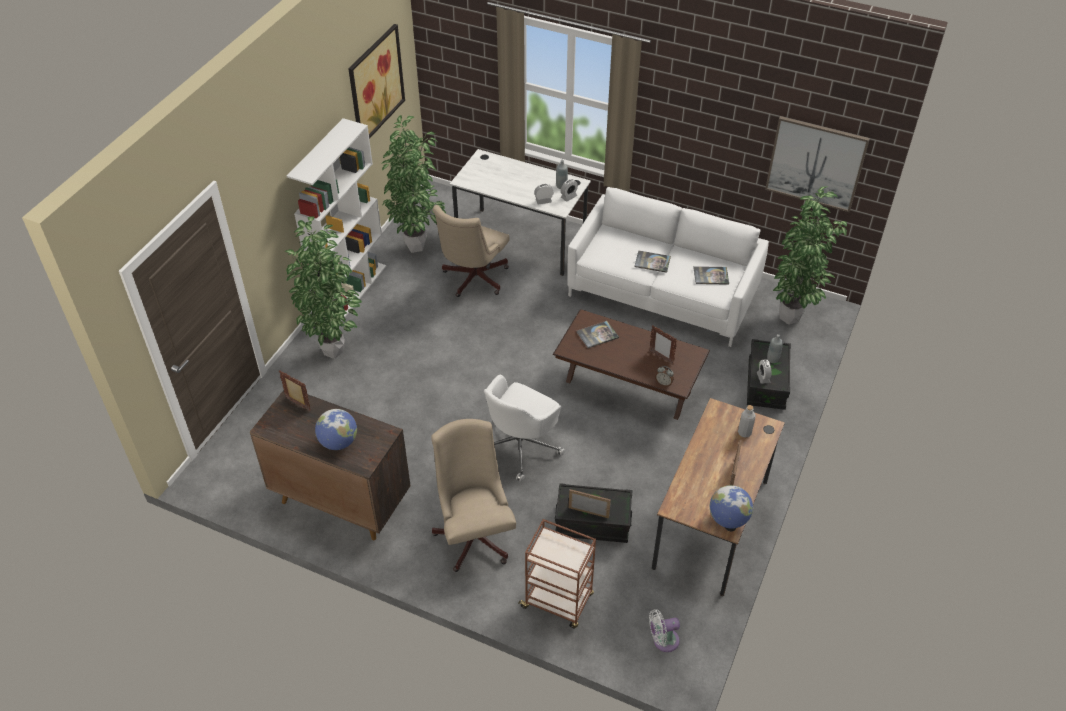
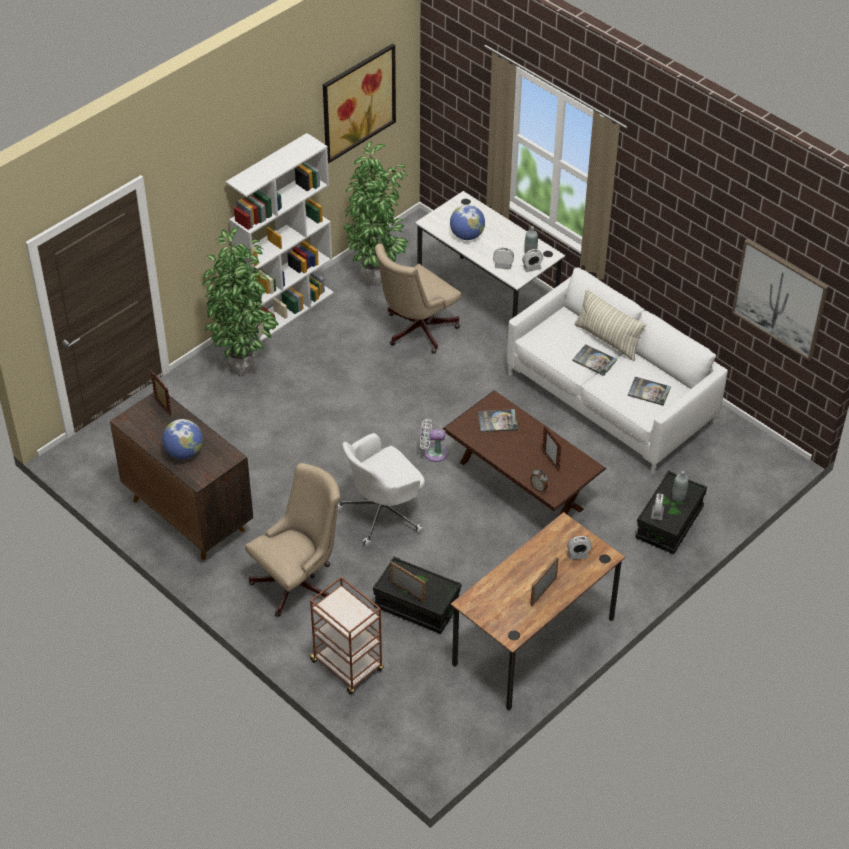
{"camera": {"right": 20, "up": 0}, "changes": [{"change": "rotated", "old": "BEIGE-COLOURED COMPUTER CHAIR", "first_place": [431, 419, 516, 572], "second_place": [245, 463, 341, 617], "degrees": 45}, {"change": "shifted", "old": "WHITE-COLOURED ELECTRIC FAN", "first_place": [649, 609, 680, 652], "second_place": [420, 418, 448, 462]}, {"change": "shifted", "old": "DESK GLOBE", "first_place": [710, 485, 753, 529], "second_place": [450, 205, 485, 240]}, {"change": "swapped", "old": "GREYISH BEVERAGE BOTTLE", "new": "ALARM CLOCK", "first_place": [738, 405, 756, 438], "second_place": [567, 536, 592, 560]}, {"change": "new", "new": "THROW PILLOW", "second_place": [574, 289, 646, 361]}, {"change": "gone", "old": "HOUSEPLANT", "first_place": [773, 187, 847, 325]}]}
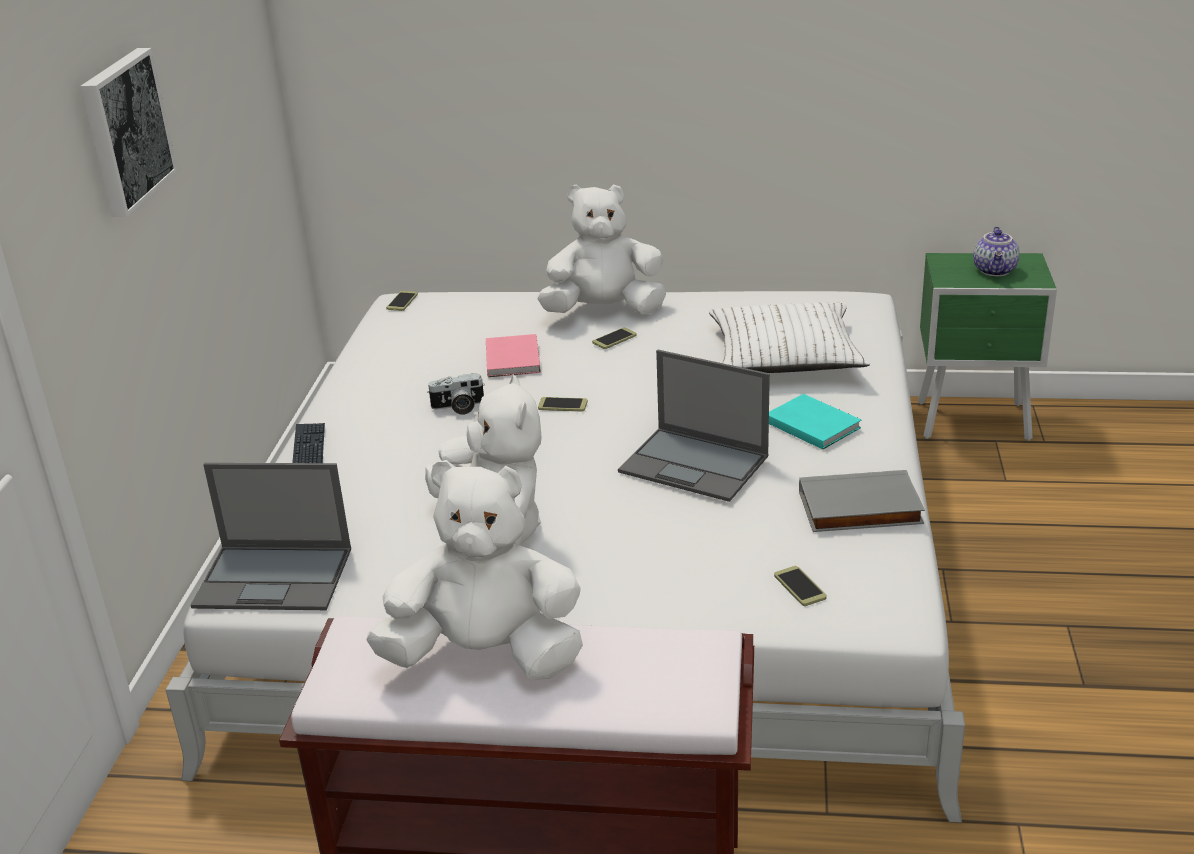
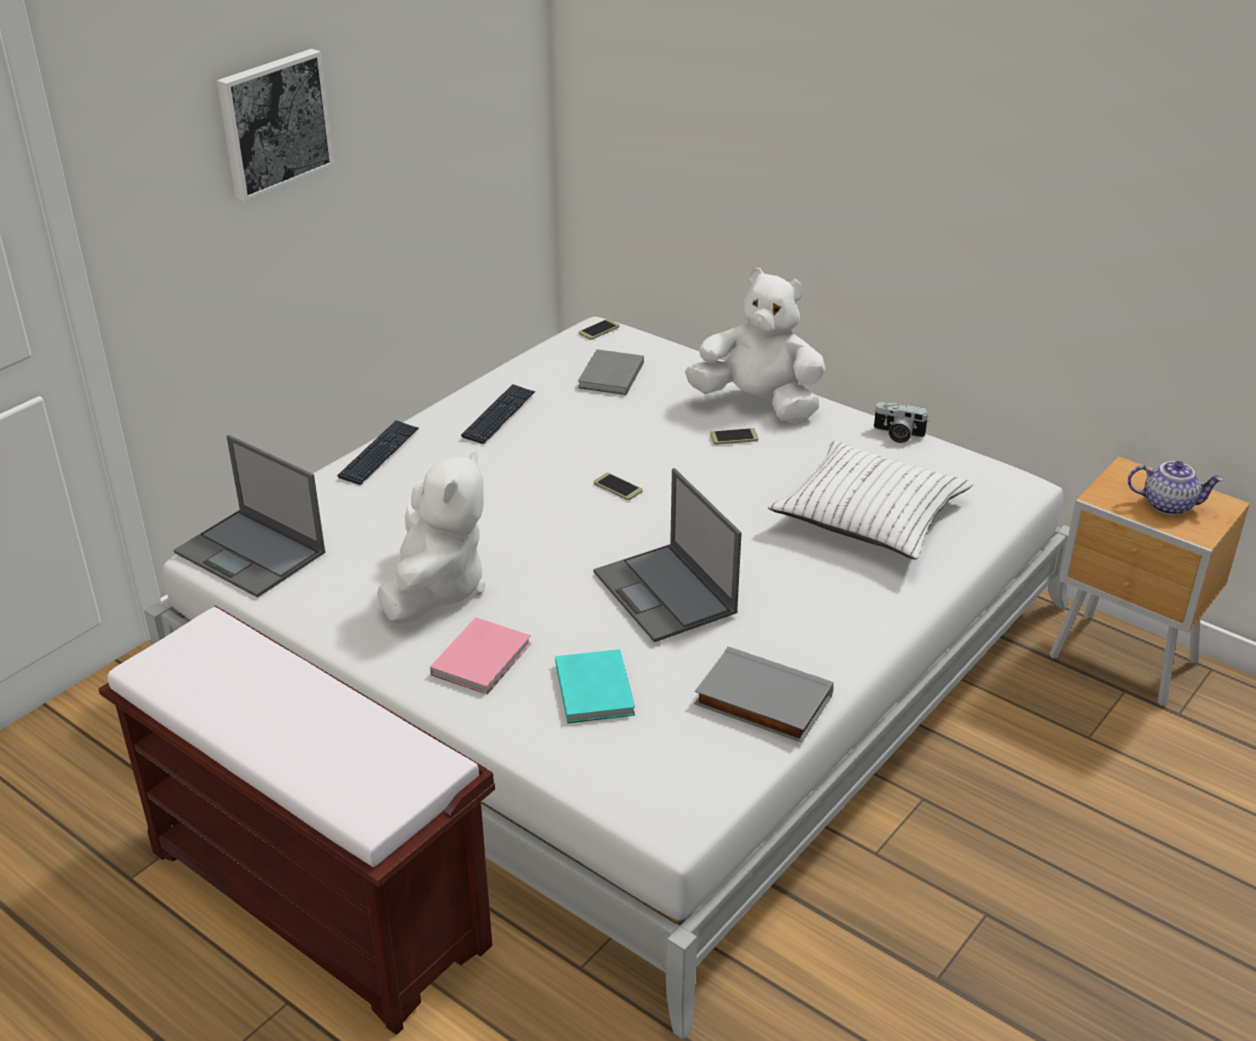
{"camera": {"right": 30, "up": 5}, "changes": [{"change": "shifted", "old": "PINK-COLOURED BOUND BOOK", "first_place": [486, 334, 541, 377], "second_place": [430, 617, 531, 695]}, {"change": "new", "new": "COMPUTER KEYBOARD", "second_place": [461, 384, 536, 444]}, {"change": "shifted", "old": "TURQUOISE-COLOURED BOUND BOOK", "first_place": [769, 394, 861, 450], "second_place": [555, 649, 635, 723]}, {"change": "new", "new": "GREYISH BOUND BOOK", "second_place": [578, 349, 644, 395]}, {"change": "shifted", "old": "PHOTO CAMERA", "first_place": [427, 373, 485, 415], "second_place": [873, 402, 929, 443]}, {"change": "repainted", "old": "GREEN-COLOURED NIGHTSTAND", "new": "BROWNISH NIGHTSTAND", "first_place": [918, 253, 1057, 441], "second_place": [1050, 456, 1250, 706]}, {"change": "rotated", "old": "POT FOR TEA", "first_place": [973, 227, 1020, 276], "second_place": [1128, 461, 1223, 515], "degrees": -120}, {"change": "gone", "old": "WHITE-COLOURED CUDDLY TOY", "first_place": [366, 460, 583, 680]}, {"change": "gone", "old": "HANDSET", "first_place": [774, 566, 827, 606]}]}
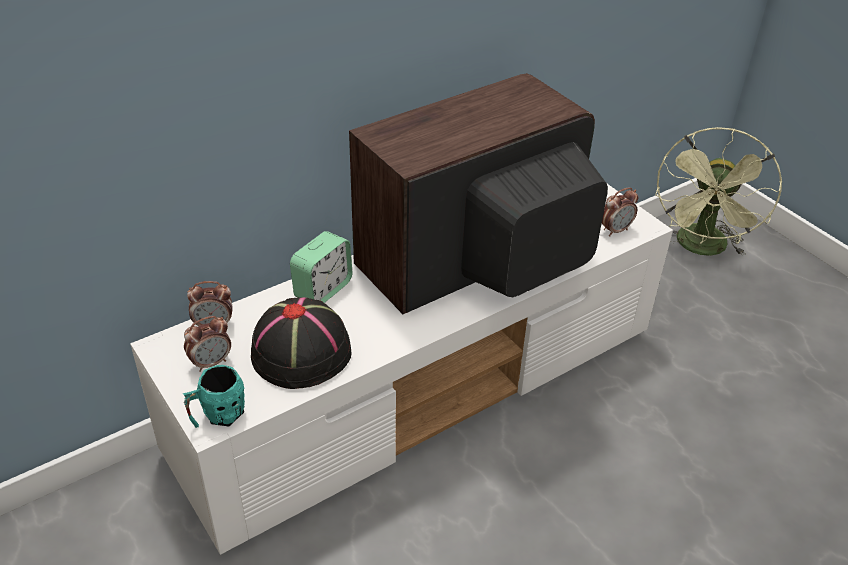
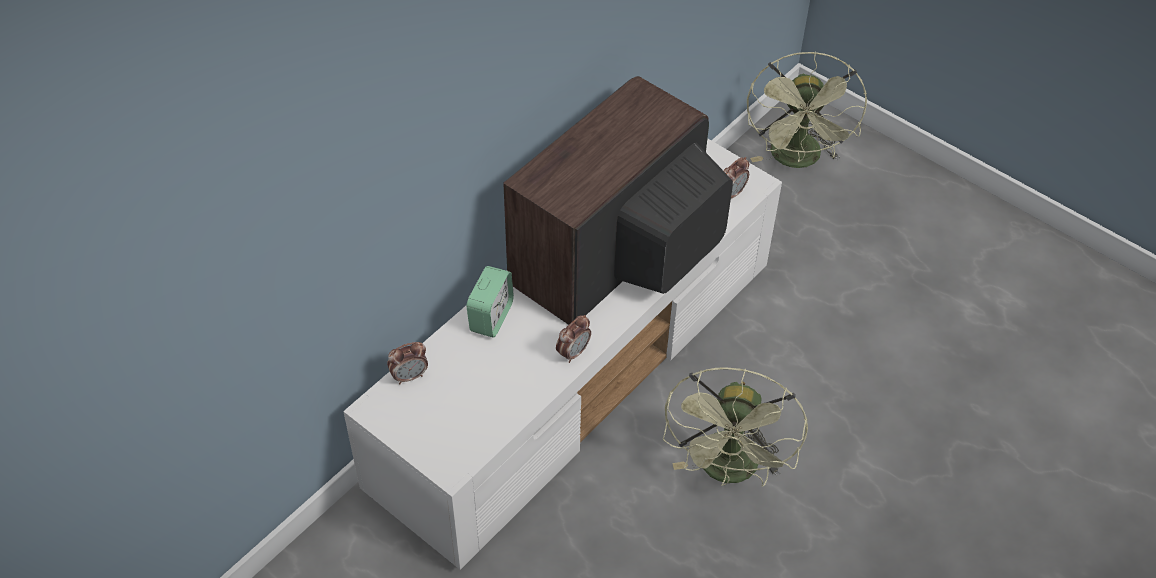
{"camera": {"right": -15, "up": 10}, "changes": [{"change": "shifted", "old": "ALARM CLOCK", "first_place": [184, 316, 231, 372], "second_place": [556, 315, 591, 363]}, {"change": "new", "new": "GREEN-COLOURED ELECTRIC FAN", "second_place": [663, 368, 808, 487]}, {"change": "gone", "old": "TURQUOISE-COLOURED TEA MUG", "first_place": [182, 365, 245, 428]}, {"change": "gone", "old": "BLACKISH HAT", "first_place": [251, 297, 351, 389]}]}
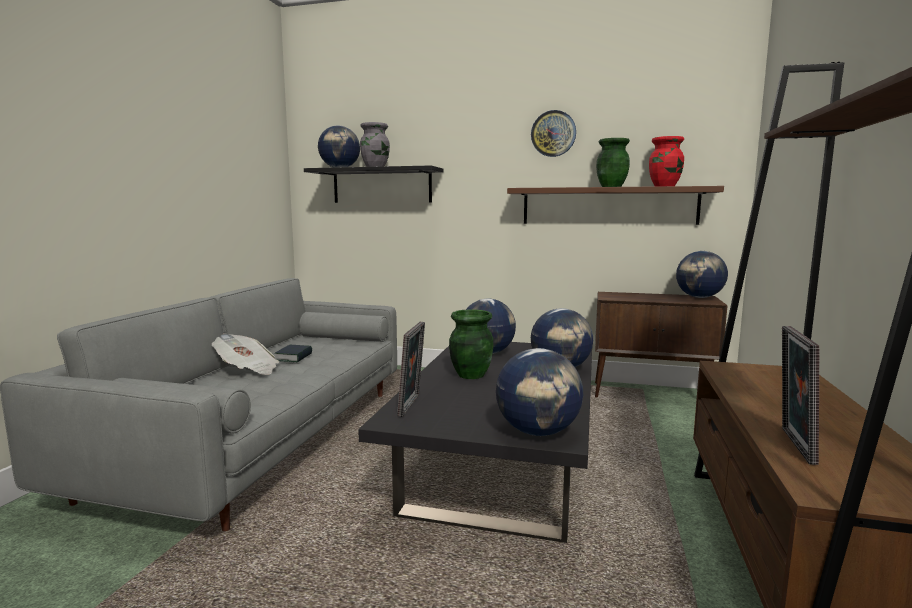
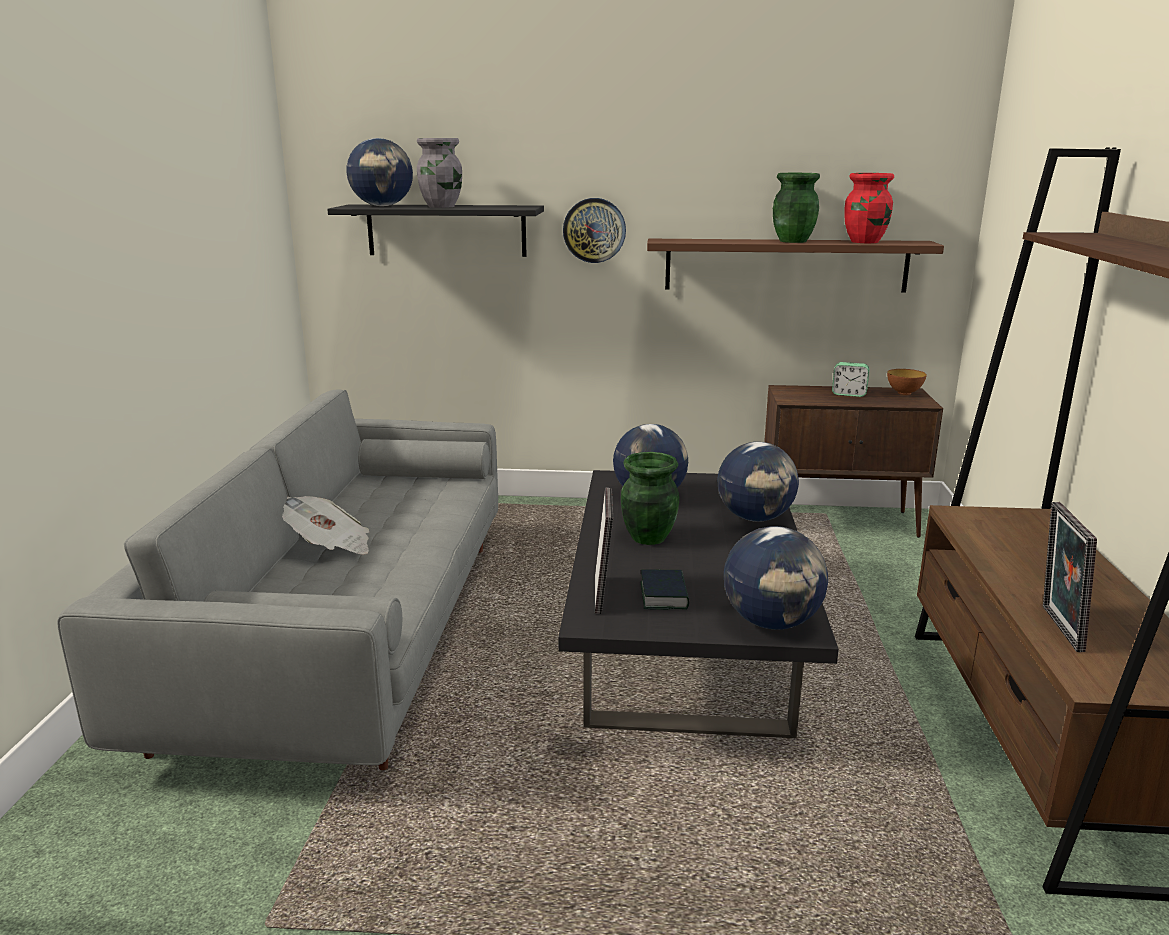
{"camera": {"right": -10, "up": 10}, "changes": [{"change": "shifted", "old": "WALL CLOCK", "first_place": [531, 110, 576, 157], "second_place": [563, 198, 626, 263]}, {"change": "shifted", "old": "BOUND BOOK", "first_place": [275, 345, 312, 362], "second_place": [641, 569, 689, 610]}, {"change": "new", "new": "ALARM CLOCK", "second_place": [832, 362, 869, 397]}, {"change": "swapped", "old": "DESK GLOBE", "new": "BOWL", "first_place": [676, 251, 728, 298], "second_place": [887, 369, 927, 395]}]}
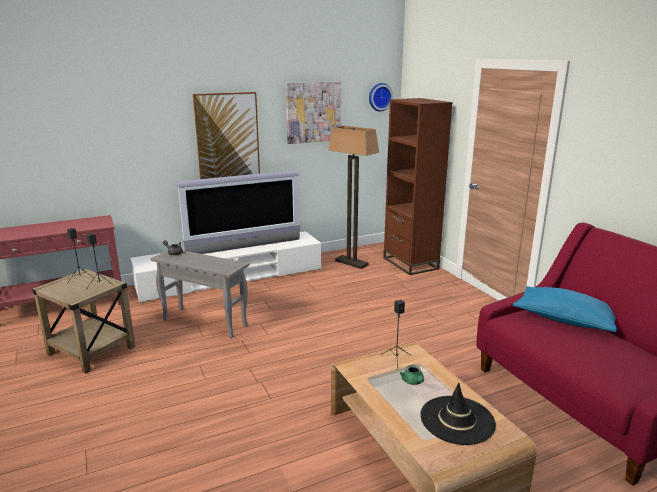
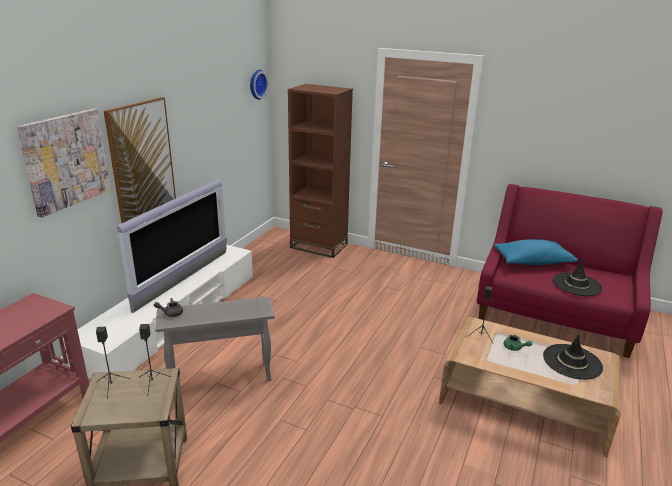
{"camera": {"right": -40, "up": 5}, "changes": [{"change": "shifted", "old": "PICTURE", "first_place": [286, 81, 341, 144], "second_place": [17, 109, 111, 217]}, {"change": "new", "new": "BLACKISH HAT", "second_place": [553, 259, 602, 296]}, {"change": "gone", "old": "FLOOR LAMP", "first_place": [328, 126, 379, 269]}]}
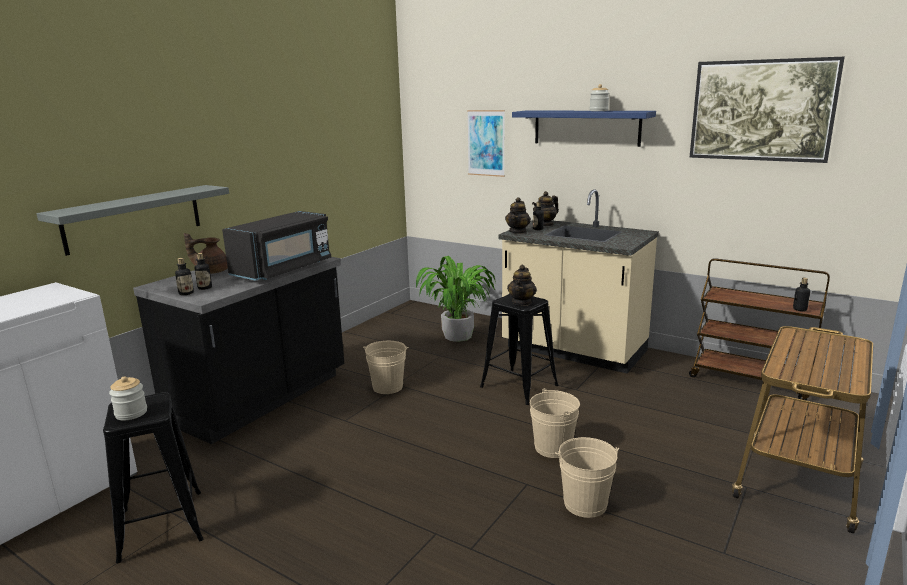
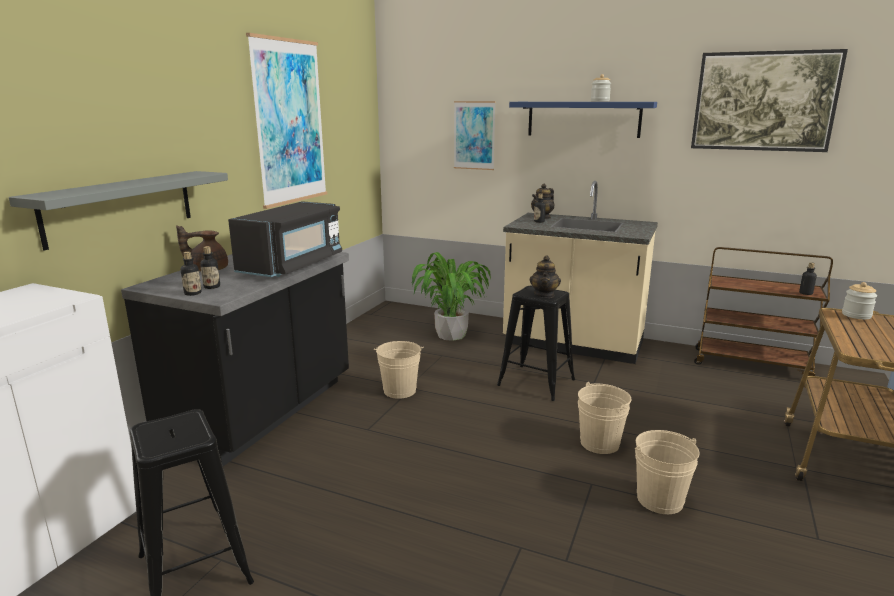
{"camera": {"right": -10, "up": 0}, "changes": [{"change": "new", "new": "PICTURE", "second_place": [246, 33, 327, 209]}, {"change": "shifted", "old": "PRESERVE JAR", "first_place": [109, 376, 147, 420], "second_place": [842, 282, 877, 319]}, {"change": "gone", "old": "POT FOR TEA", "first_place": [505, 197, 531, 234]}]}
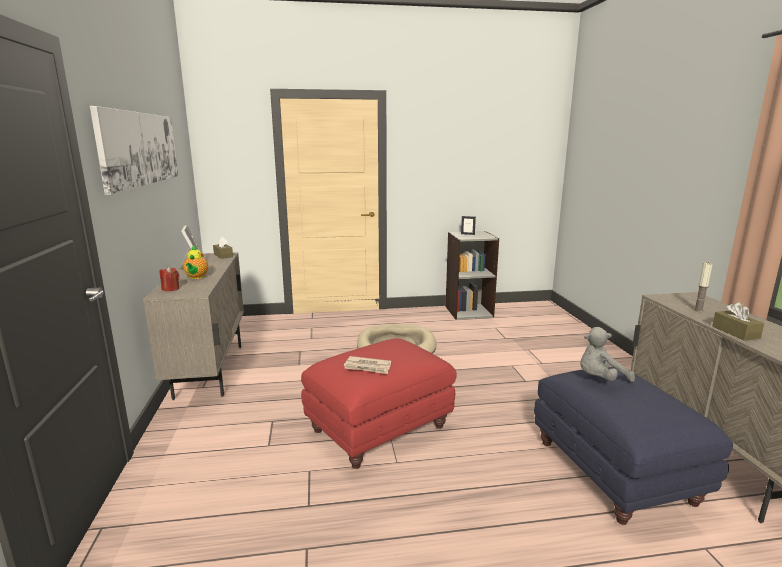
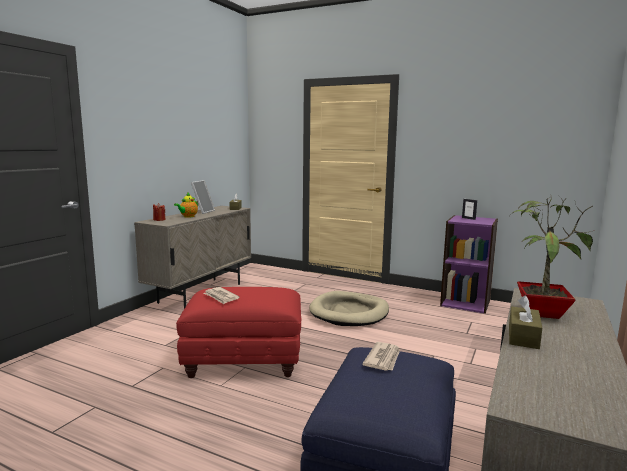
{"camera": {"right": 35, "up": -5}, "changes": [{"change": "swapped", "old": "GREYISH CUDDLY TOY", "new": "NEWSPAPER", "first_place": [580, 327, 635, 382], "second_place": [362, 342, 400, 371]}, {"change": "repainted", "old": "GREYISH BOOKSHELF", "new": "PURPLE BOOKSHELF", "first_place": [445, 231, 499, 320], "second_place": [440, 215, 498, 314]}, {"change": "swapped", "old": "WAX LIGHT", "new": "HOUSEPLANT", "first_place": [694, 262, 713, 312], "second_place": [510, 196, 593, 319]}, {"change": "gone", "old": "PICTURE", "first_place": [90, 106, 178, 195]}]}
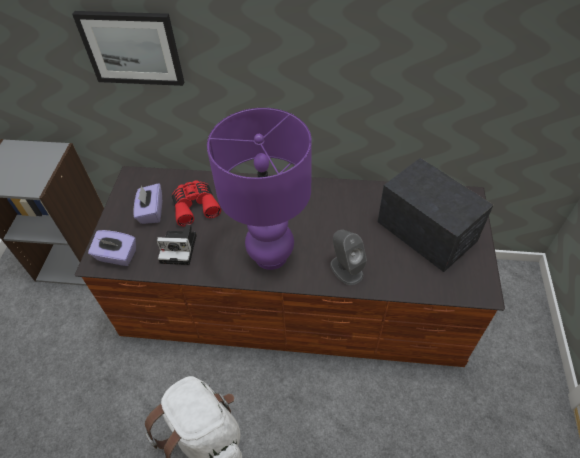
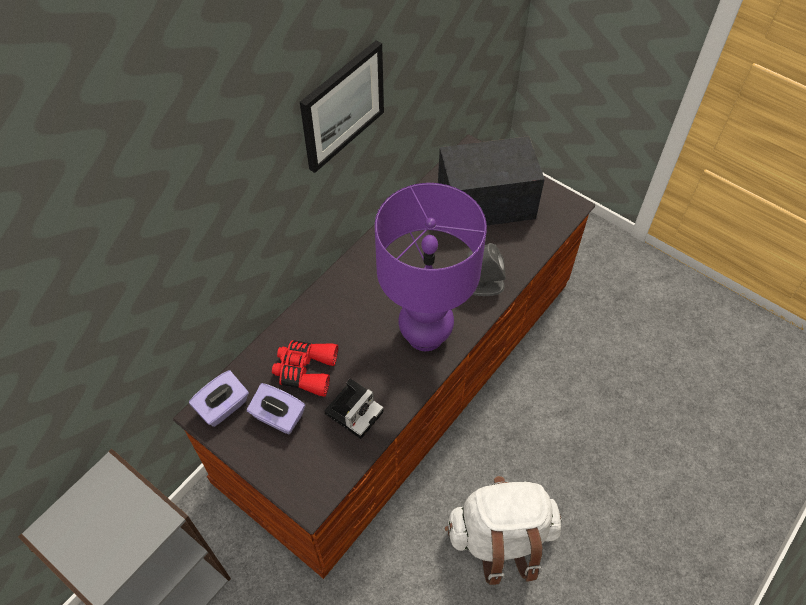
{"camera": {"right": -60, "up": 5}, "changes": [{"change": "shifted", "old": "PURPLE TISSUE BOX", "first_place": [88, 230, 136, 266], "second_place": [189, 370, 249, 427]}, {"change": "shifted", "old": "PICTURE", "first_place": [72, 11, 184, 86], "second_place": [300, 40, 384, 173]}]}
